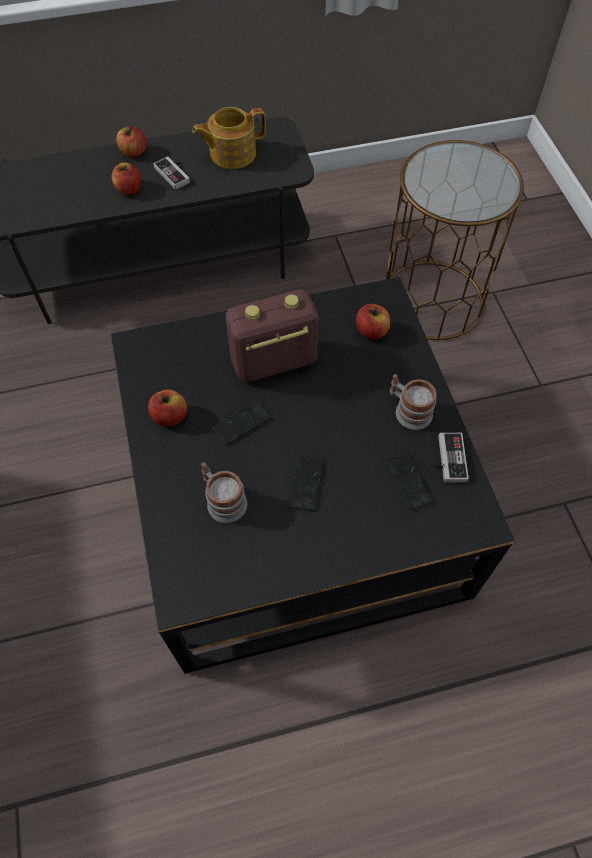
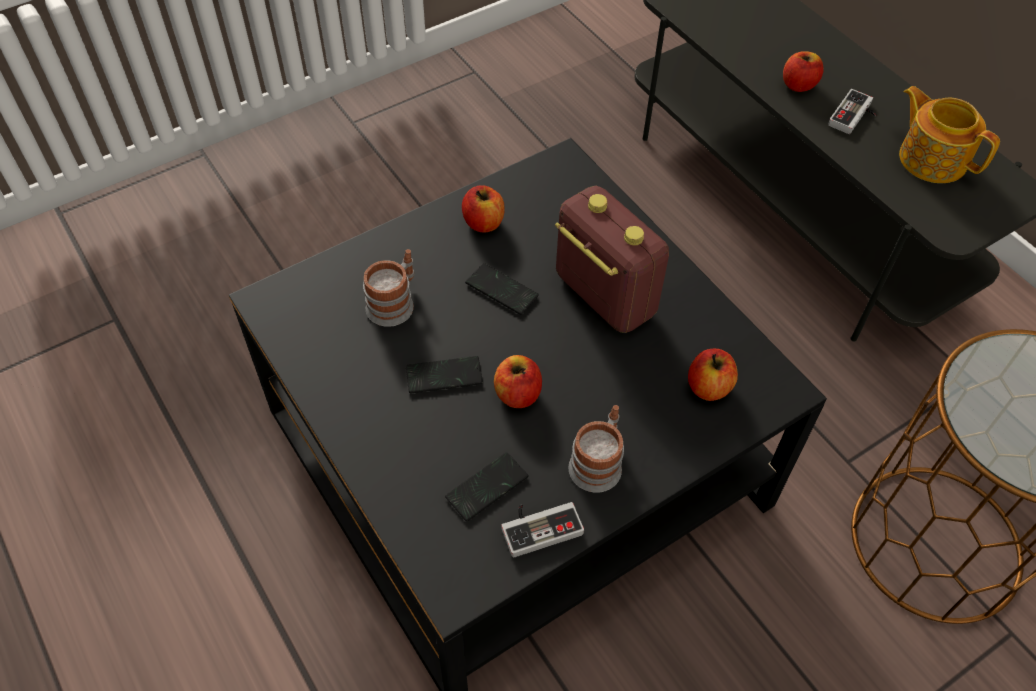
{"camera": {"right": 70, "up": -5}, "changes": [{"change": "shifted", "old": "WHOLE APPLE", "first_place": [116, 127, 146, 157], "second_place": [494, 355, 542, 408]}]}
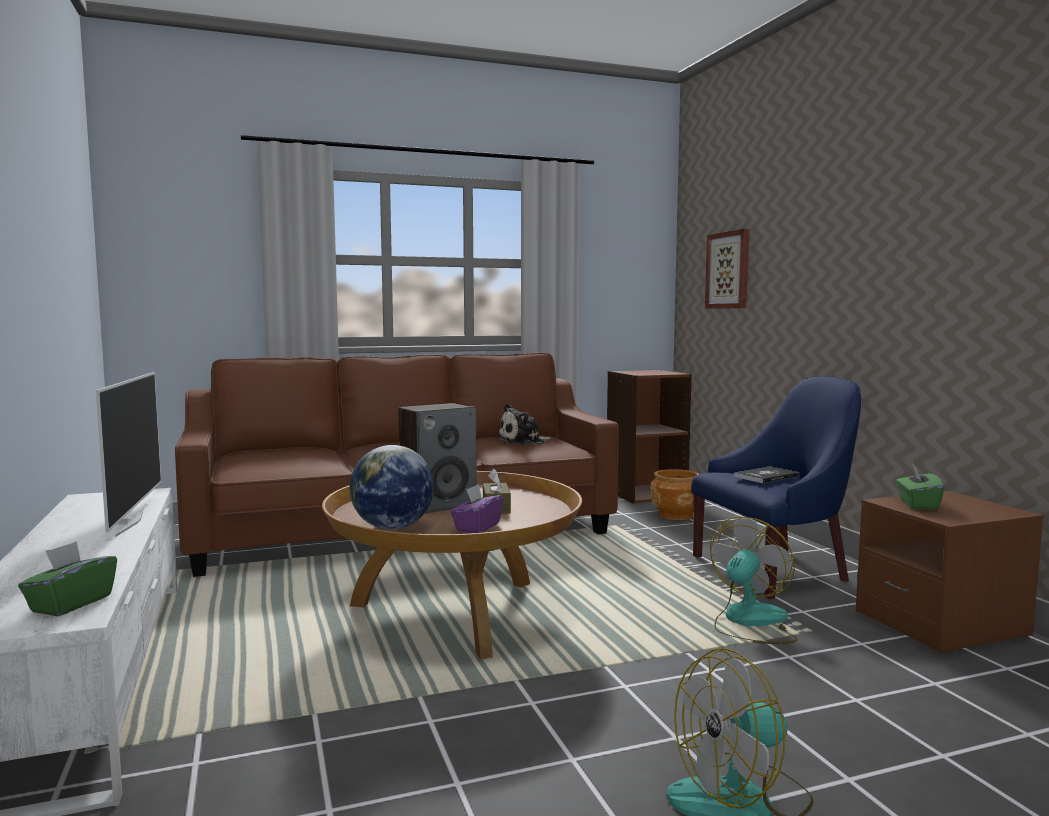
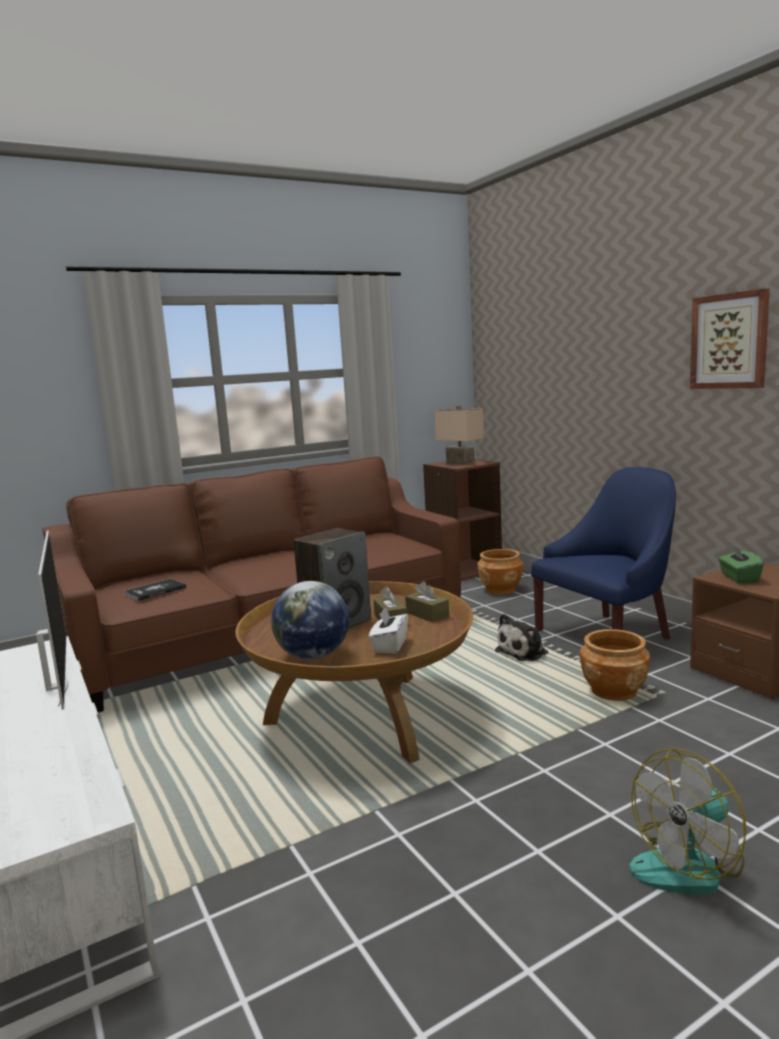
{"camera": {"right": -10, "up": 5}, "changes": [{"change": "shifted", "old": "BOUND BOOK", "first_place": [734, 466, 800, 483], "second_place": [124, 579, 187, 601]}, {"change": "repainted", "old": "PURPLE TISSUE BOX", "new": "WHITE-COLOURED TISSUE BOX", "first_place": [451, 484, 503, 533], "second_place": [369, 607, 408, 653]}, {"change": "new", "new": "BROWNISH TISSUE BOX", "second_place": [405, 581, 449, 623]}, {"change": "new", "new": "BEIGE-COLOURED TABLETOP LAMP", "second_place": [435, 405, 484, 465]}, {"change": "shifted", "old": "CUDDLY TOY", "first_place": [497, 404, 552, 445], "second_place": [495, 614, 548, 661]}, {"change": "swapped", "old": "ELECTRIC FAN", "new": "BROWNISH FLOWER POT", "first_place": [710, 517, 798, 644], "second_place": [580, 629, 650, 701]}, {"change": "shifted", "old": "PICTURE", "first_place": [705, 229, 750, 309], "second_place": [690, 288, 770, 389]}, {"change": "gone", "old": "GREEN-COLOURED TISSUE BOX", "first_place": [18, 541, 117, 616]}]}
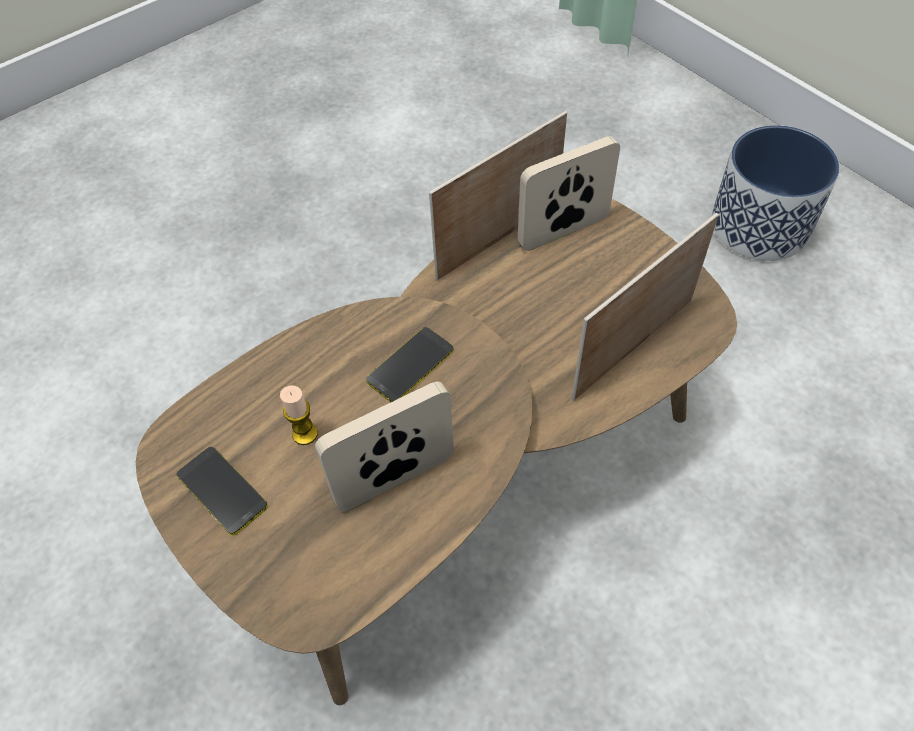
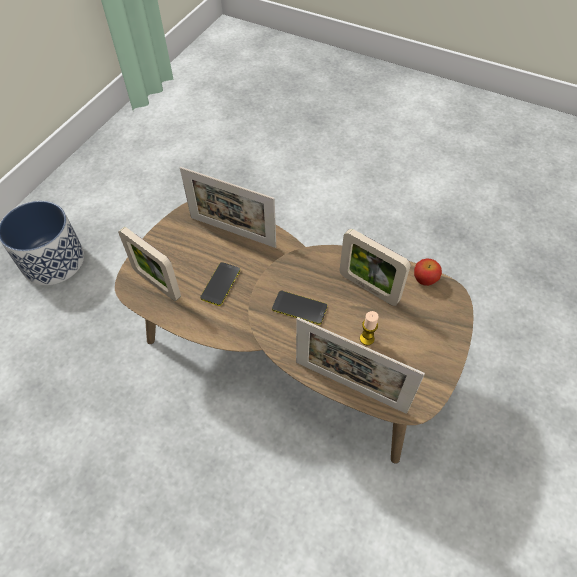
{"camera": {"right": -115, "up": 0}, "changes": [{"change": "shifted", "old": "HANDSET", "first_place": [177, 447, 268, 535], "second_place": [200, 262, 240, 306]}, {"change": "shifted", "old": "STANDING FRAME", "first_place": [429, 111, 567, 280], "second_place": [296, 317, 425, 414]}, {"change": "new", "new": "WHOLE APPLE", "second_place": [414, 258, 442, 286]}]}
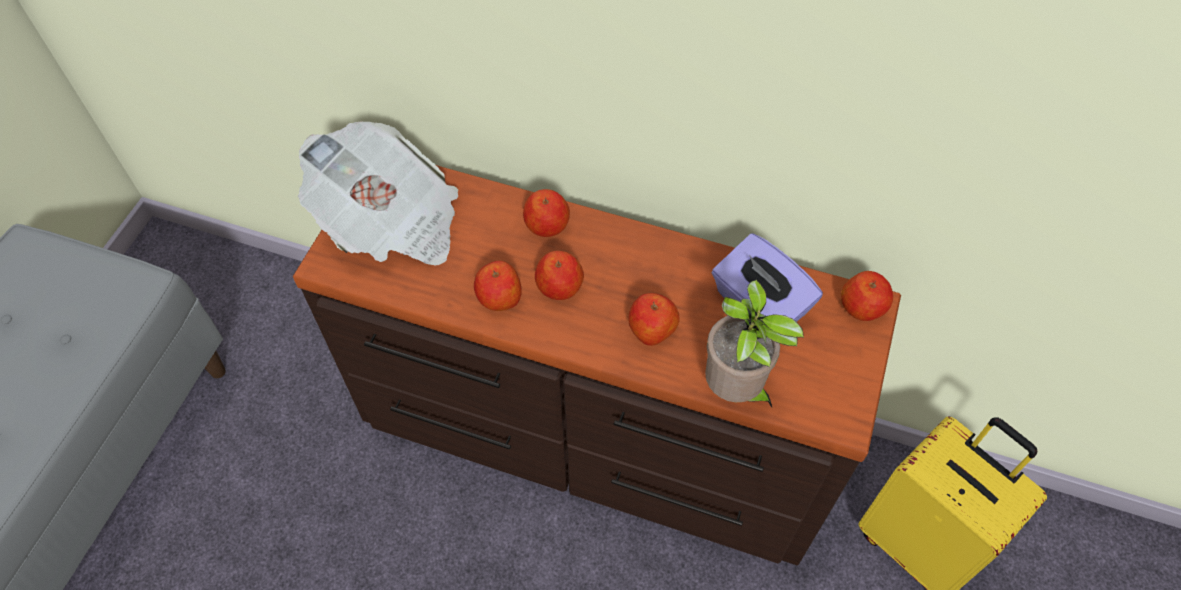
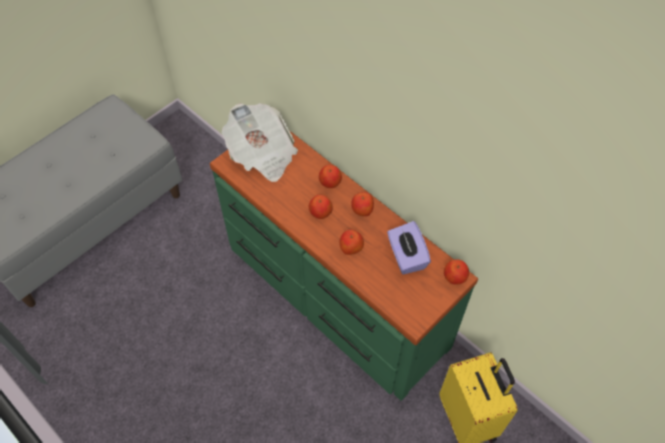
{"camera": {"right": 25, "up": 0}, "changes": [{"change": "repainted", "old": "BROWNISH DRAWER CHEST", "new": "GREEN-COLOURED DRAWER CHEST", "first_place": [293, 165, 901, 565], "second_place": [210, 130, 478, 401]}, {"change": "shifted", "old": "WHOLE APPLE", "first_place": [474, 261, 522, 311], "second_place": [351, 192, 374, 216]}, {"change": "gone", "old": "HOUSEPLANT", "first_place": [705, 280, 804, 407]}]}
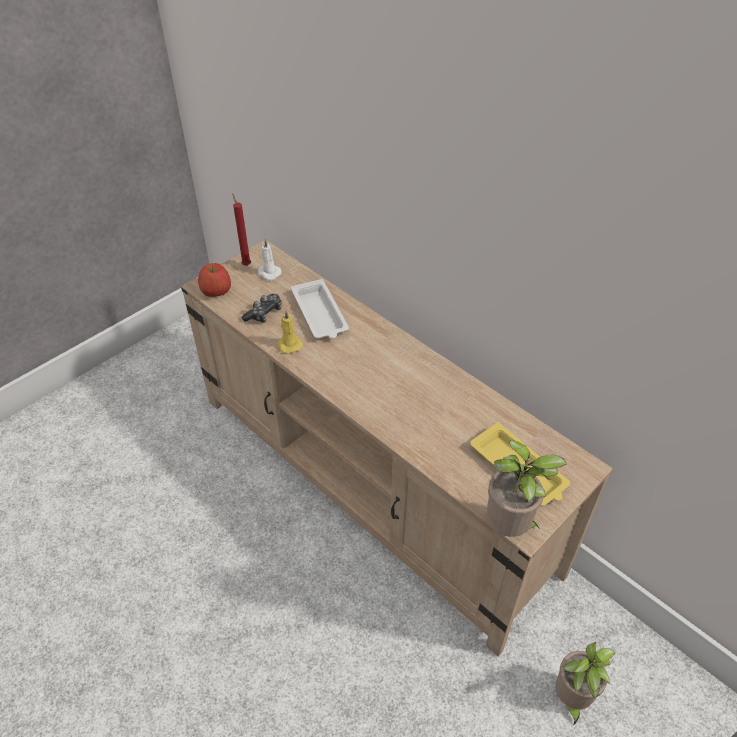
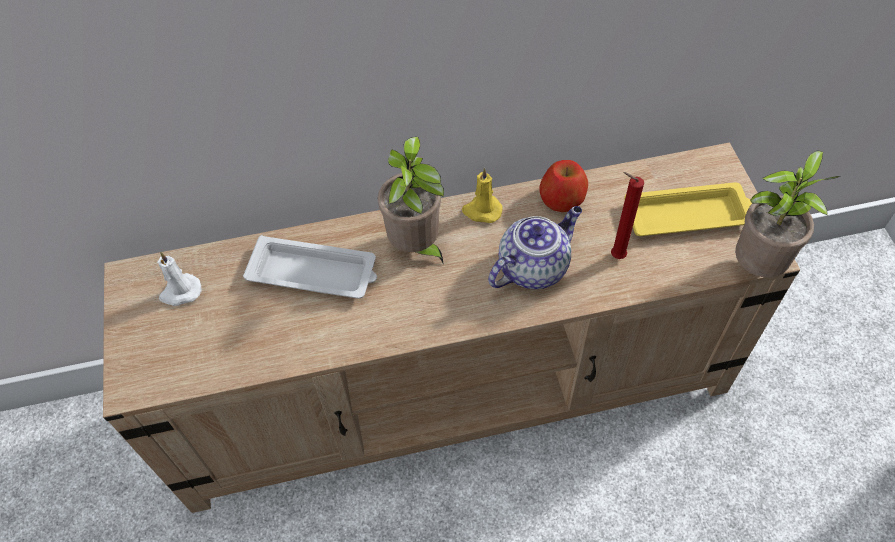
{"camera": {"right": -55, "up": 10}, "changes": [{"change": "shifted", "old": "HOUSEPLANT", "first_place": [555, 642, 615, 726], "second_place": [378, 137, 444, 265]}, {"change": "shifted", "old": "YELLOW-COLOURED WAX LIGHT", "first_place": [278, 310, 303, 354], "second_place": [462, 168, 503, 223]}, {"change": "new", "new": "POT FOR TEA", "second_place": [488, 206, 582, 289]}, {"change": "shifted", "old": "WHOLE APPLE", "first_place": [198, 263, 231, 297], "second_place": [539, 160, 588, 212]}, {"change": "shifted", "old": "RED-COLOURED WAX LIGHT", "first_place": [232, 193, 251, 266], "second_place": [611, 172, 644, 259]}, {"change": "gone", "old": "JOYPAD", "first_place": [242, 294, 282, 323]}]}
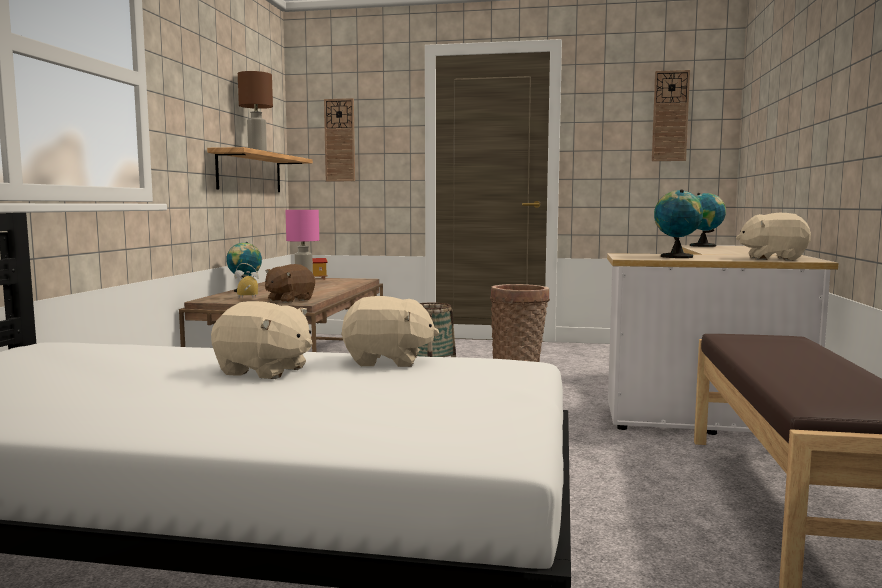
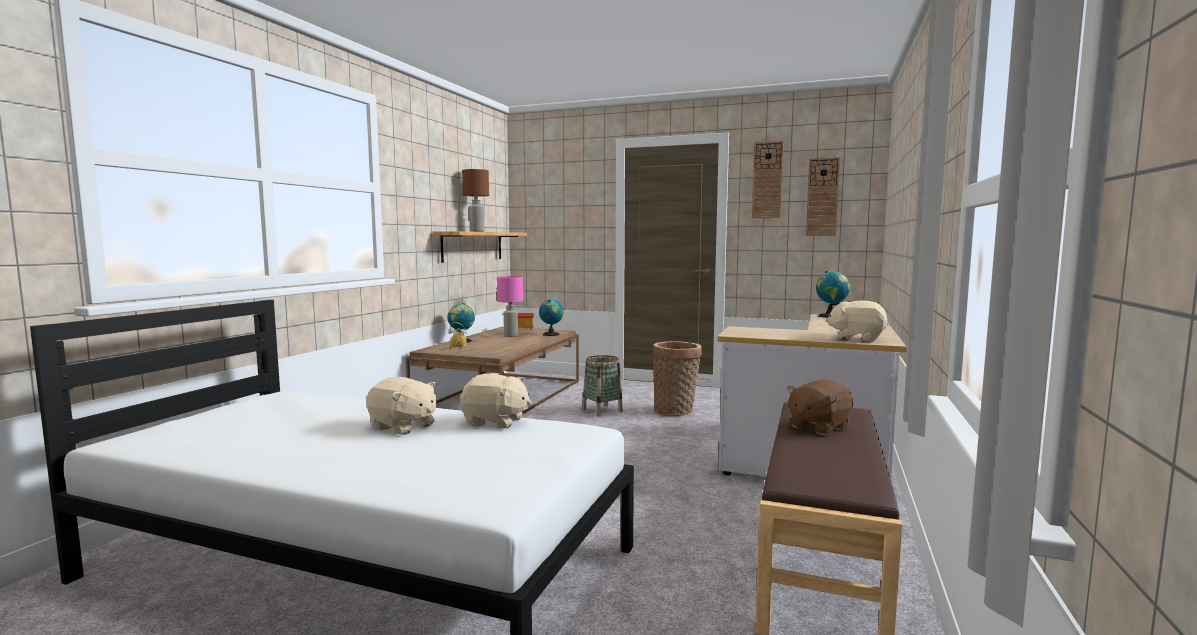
{"camera": {"right": 10, "up": 0}, "changes": [{"change": "shifted", "old": "DESK GLOBE", "first_place": [654, 189, 703, 258], "second_place": [539, 299, 564, 336]}, {"change": "shifted", "old": "WALL CLOCK", "first_place": [324, 98, 355, 181], "second_place": [752, 141, 784, 218]}, {"change": "shifted", "old": "BROWNISH CUDDLY TOY", "first_place": [265, 264, 315, 303], "second_place": [787, 380, 853, 435]}]}
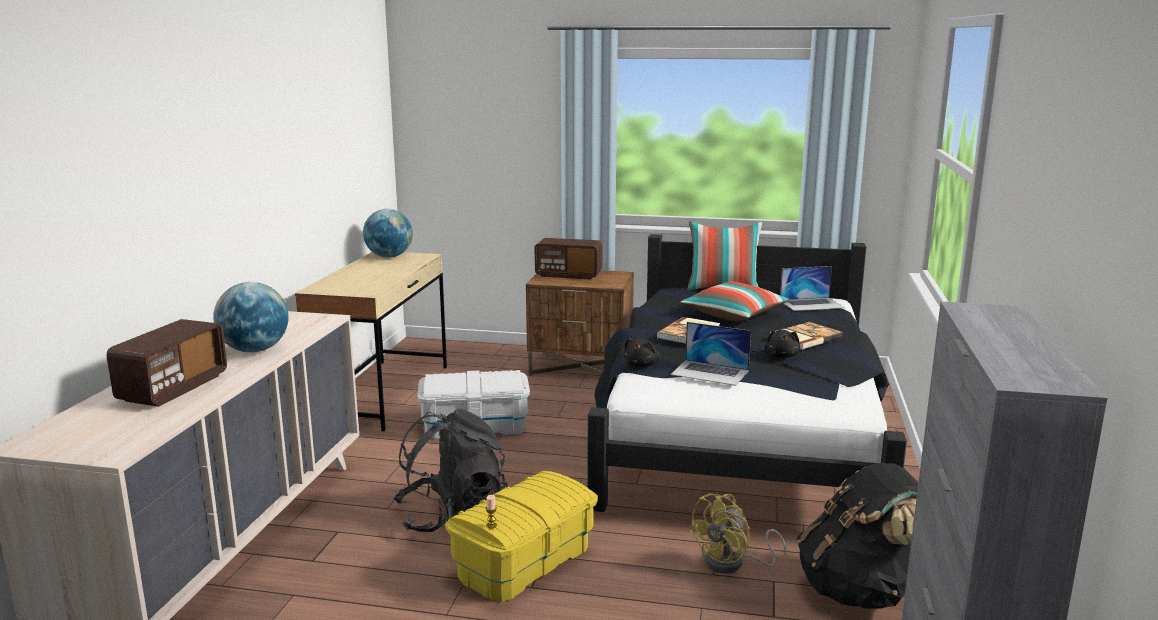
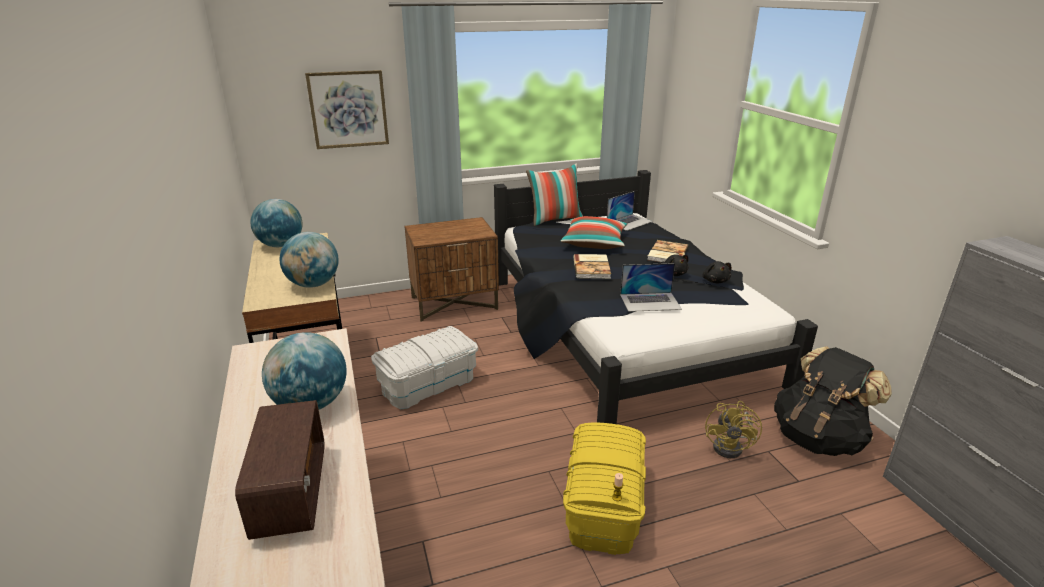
{"camera": {"right": -30, "up": 10}, "changes": [{"change": "new", "new": "DESK GLOBE", "second_place": [279, 232, 339, 288]}, {"change": "new", "new": "PICTURE", "second_place": [305, 70, 389, 149]}, {"change": "shifted", "old": "BLACKISH CUDDLY TOY", "first_place": [624, 337, 660, 367], "second_place": [703, 261, 732, 283]}, {"change": "gone", "old": "BLACKISH KNAPSACK", "first_place": [394, 408, 508, 532]}, {"change": "gone", "old": "RADIO", "first_place": [535, 238, 602, 280]}]}
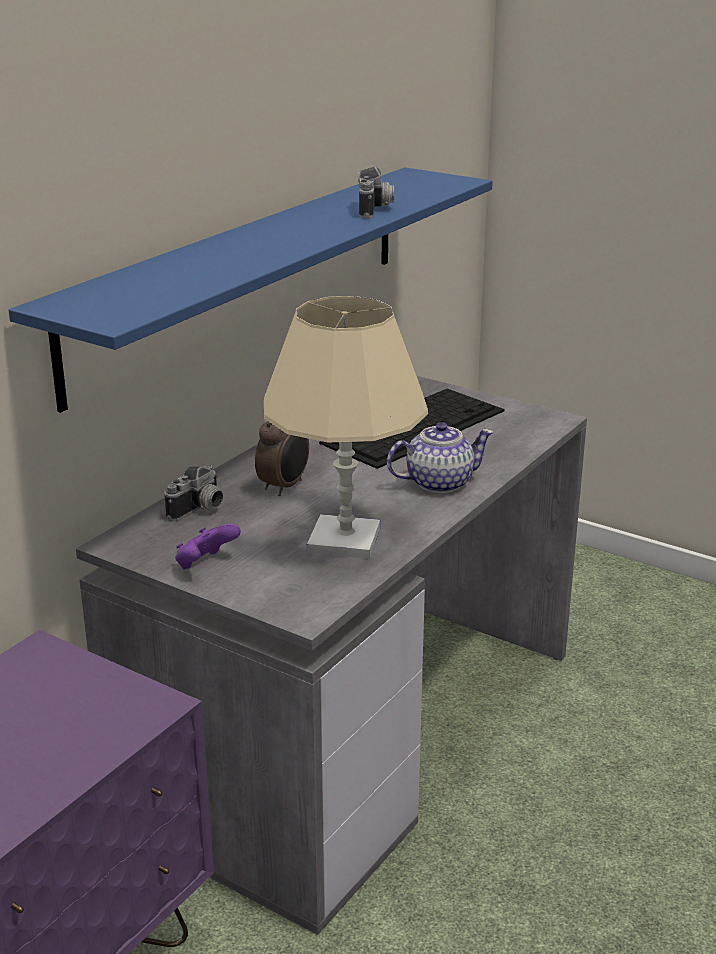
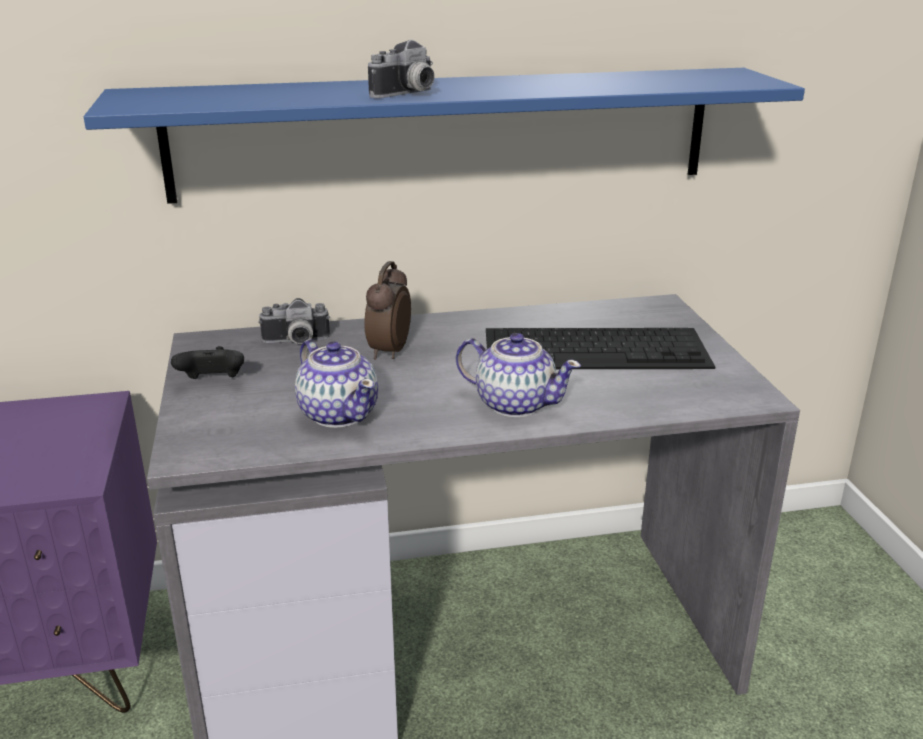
{"camera": {"right": 45, "up": 0}, "changes": [{"change": "repainted", "old": "PURPLE JOYPAD", "new": "BLACKISH JOYPAD", "first_place": [175, 524, 241, 569], "second_place": [171, 346, 244, 379]}, {"change": "swapped", "old": "BEIGE-COLOURED TABLETOP LAMP", "new": "POT FOR TEA", "first_place": [264, 296, 428, 559], "second_place": [295, 339, 378, 428]}, {"change": "rotated", "old": "ALARM CLOCK", "first_place": [255, 421, 309, 496], "second_place": [364, 261, 411, 360], "degrees": 120}, {"change": "shifted", "old": "PHOTO CAMERA", "first_place": [358, 166, 394, 218], "second_place": [368, 40, 435, 98]}]}
